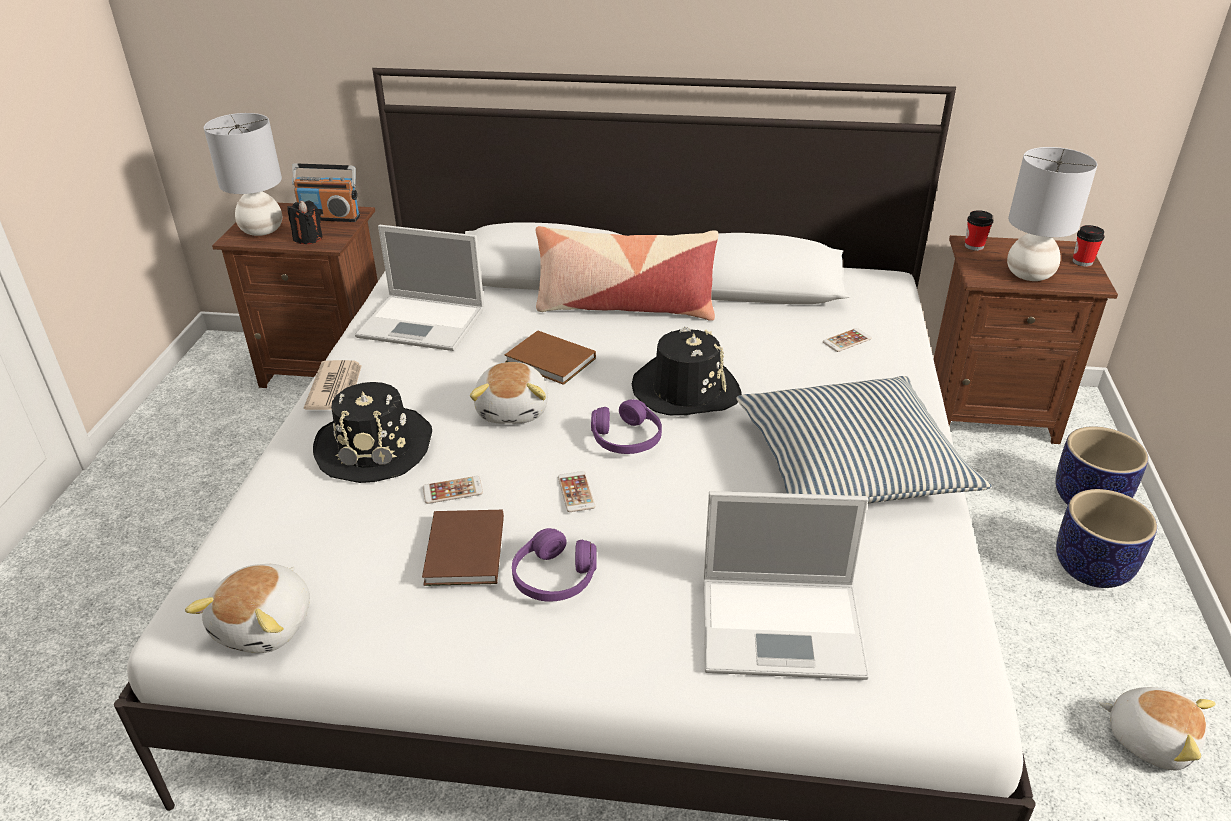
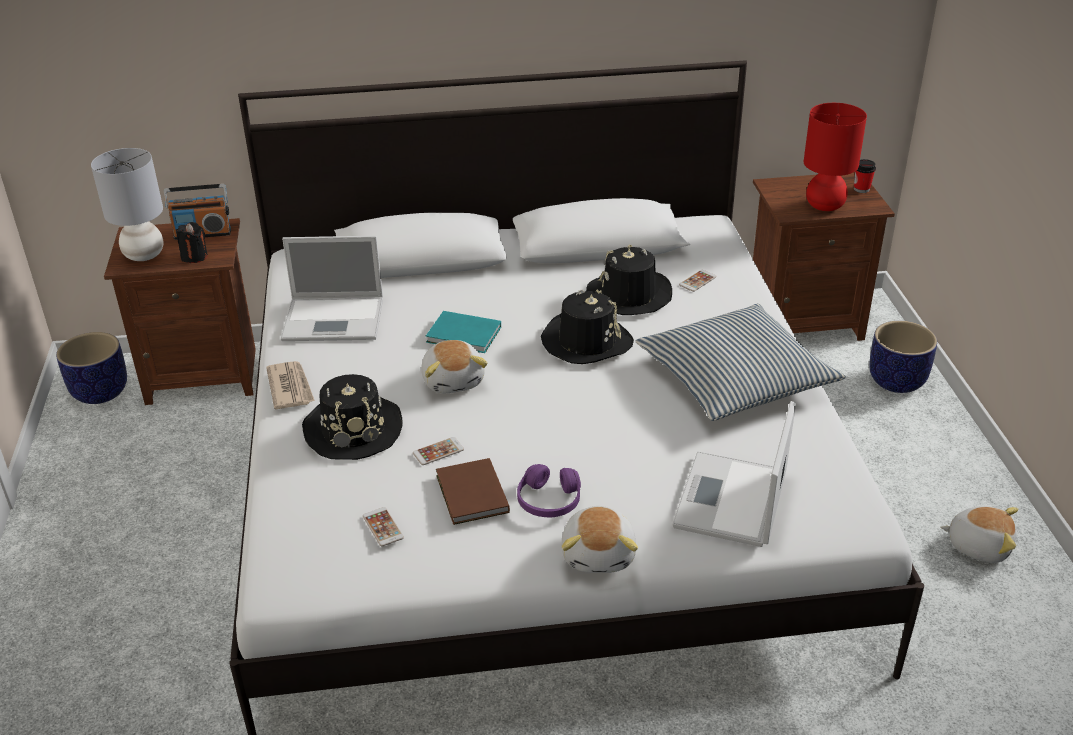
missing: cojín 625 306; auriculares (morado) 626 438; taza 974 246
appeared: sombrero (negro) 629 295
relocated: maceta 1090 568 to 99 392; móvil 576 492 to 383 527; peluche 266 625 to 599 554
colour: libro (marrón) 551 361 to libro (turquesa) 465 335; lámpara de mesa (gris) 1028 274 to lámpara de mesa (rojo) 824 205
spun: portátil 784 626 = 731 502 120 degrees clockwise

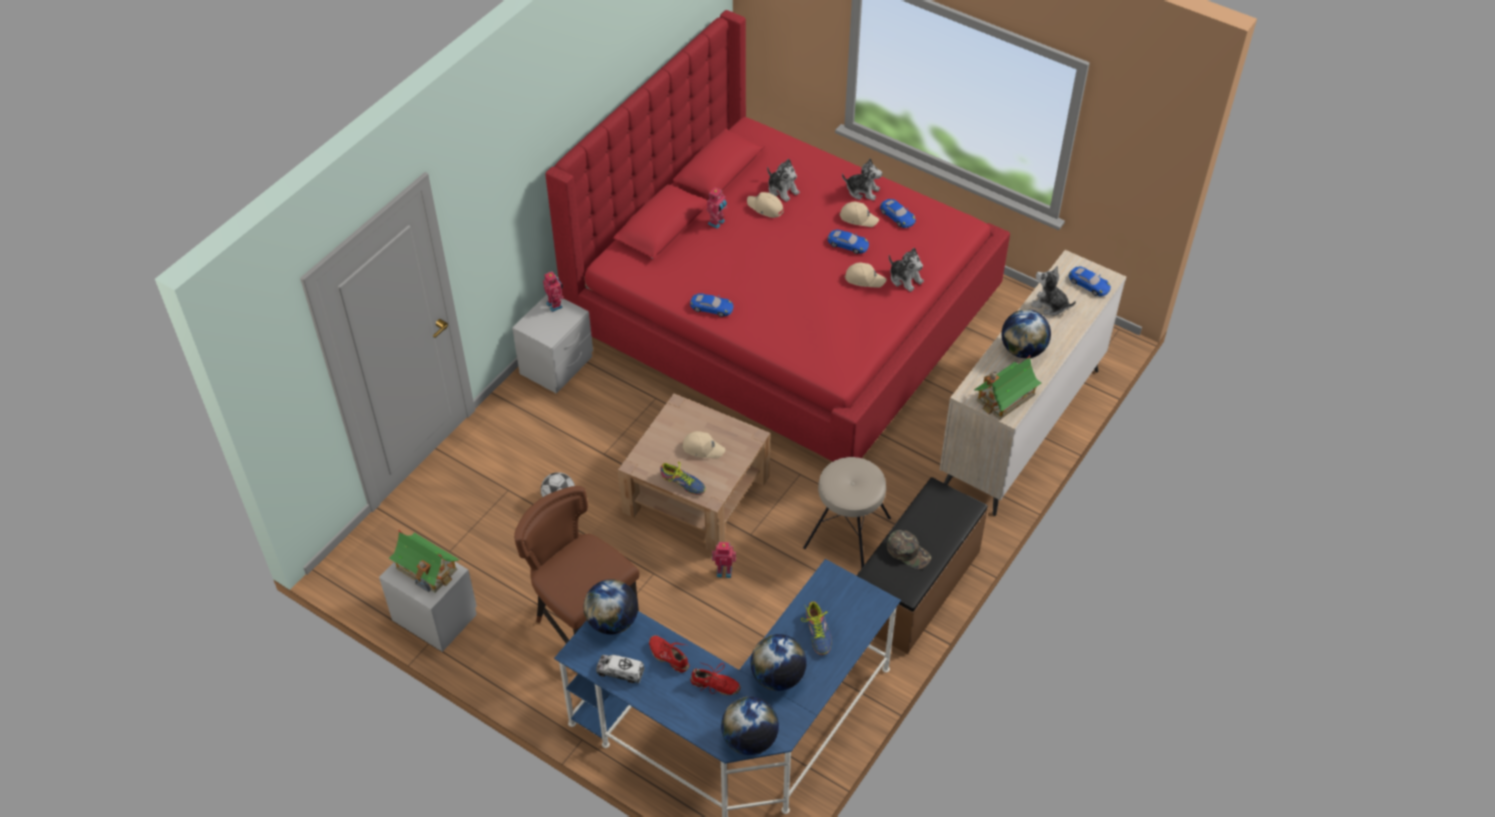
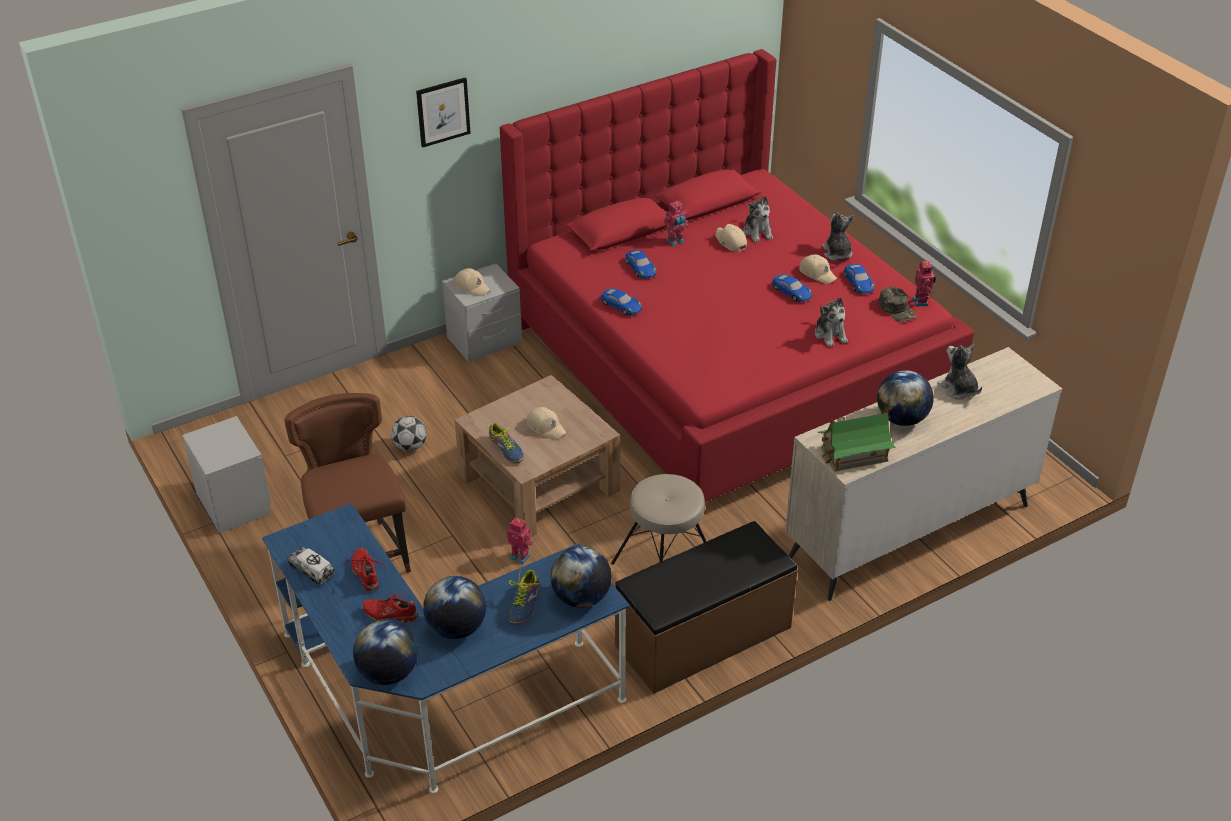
missing: casita 427 569
appeared: cuadro 443 111
relocated: gorra (beis) 864 279 to 472 286; globo terráqueo 612 621 to 581 598; coche de juguete (azul) 1089 284 to 640 267; gorra (verde) 908 552 to 897 309; robot de juguete 555 305 to 921 301
spun: zapato (rojo) 715 685 = 390 614 150 degrees clockwise; peluche 862 191 = 837 253 150 degrees counterclockwise

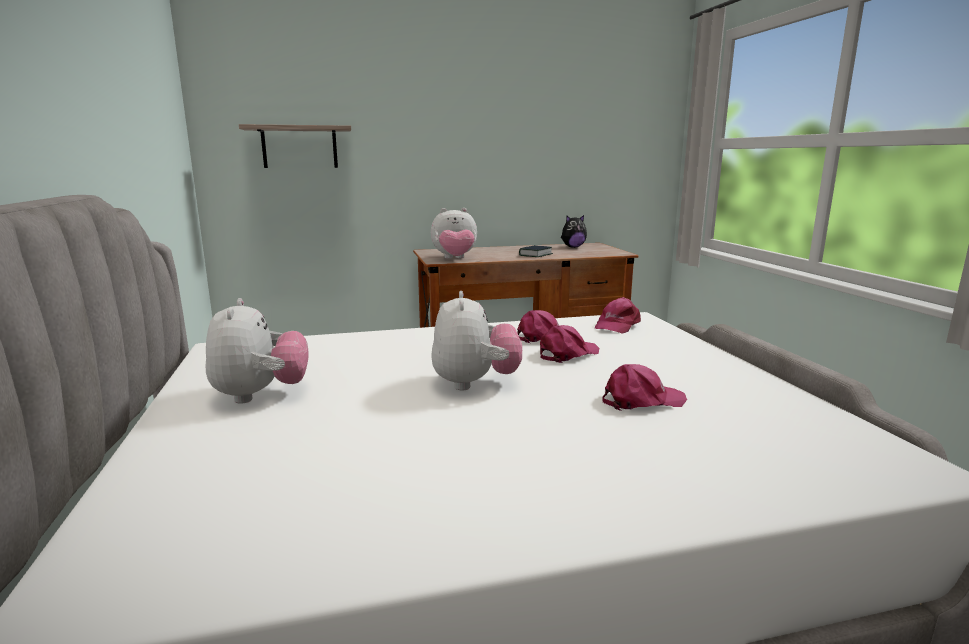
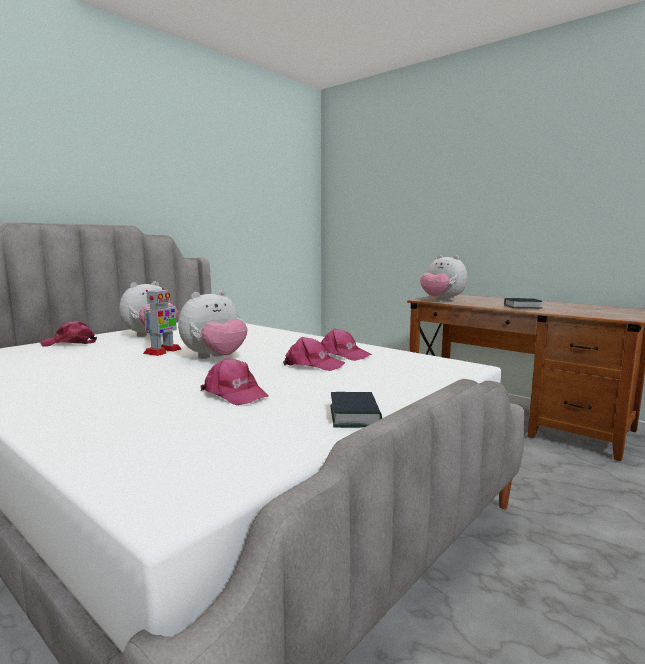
missing: estante 299 147; peluche 573 247
appeared: robot de juguete 162 351; libro 354 416
relocated: gorra (rosa) 617 325 to 70 343

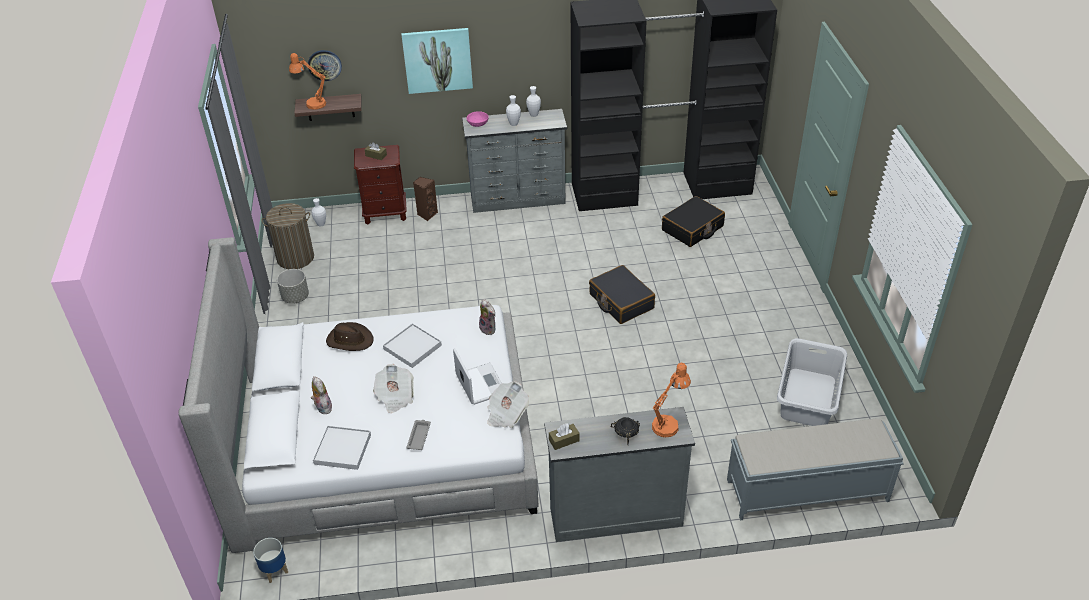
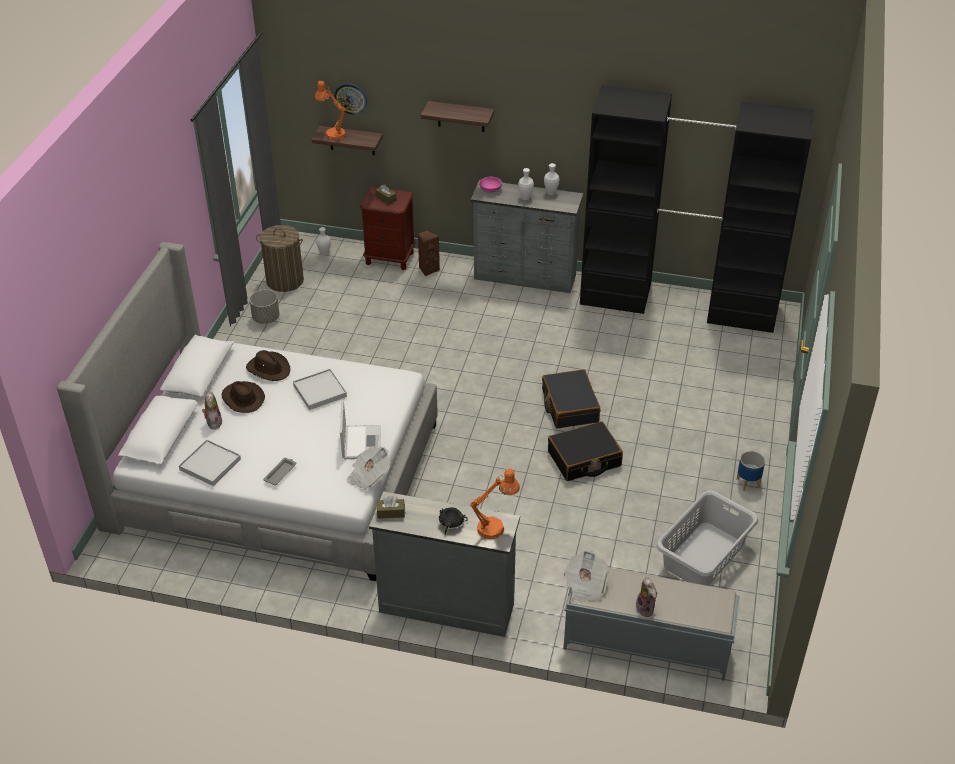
appeared: sombrero (marrón) 242 398
relocated: maleta (negro) 692 228 to 584 459; periódico 395 396 to 585 586; peluche 489 329 to 646 609; maceta 275 571 to 748 483
exchanged: cuadro 437 60 to estante 461 116

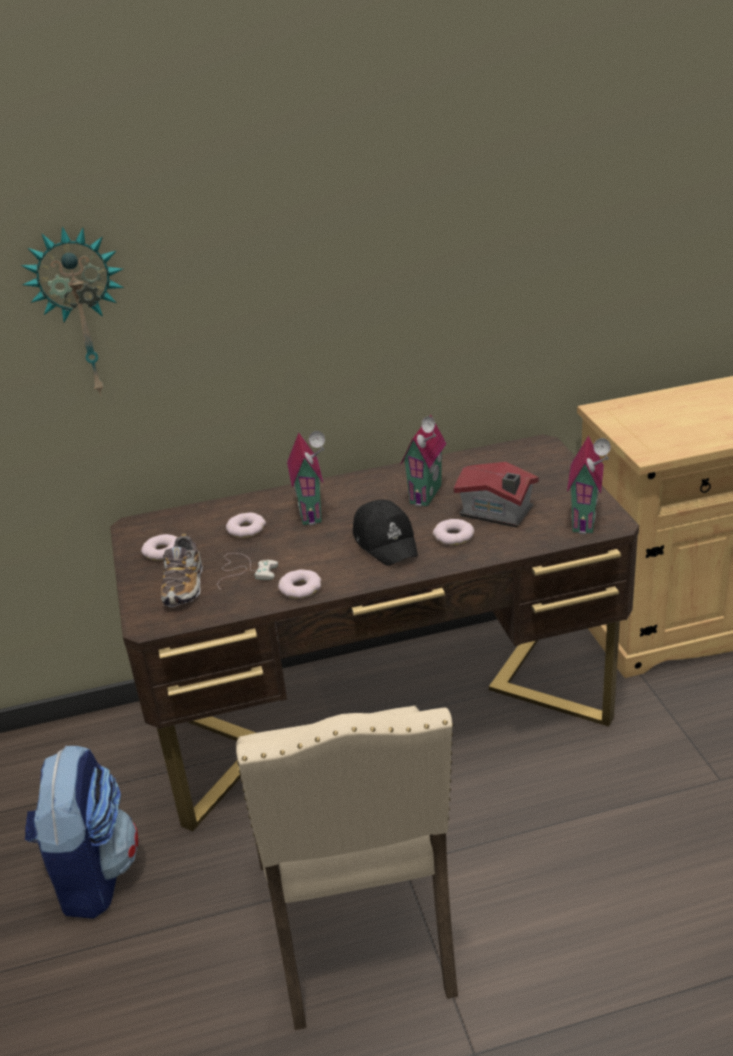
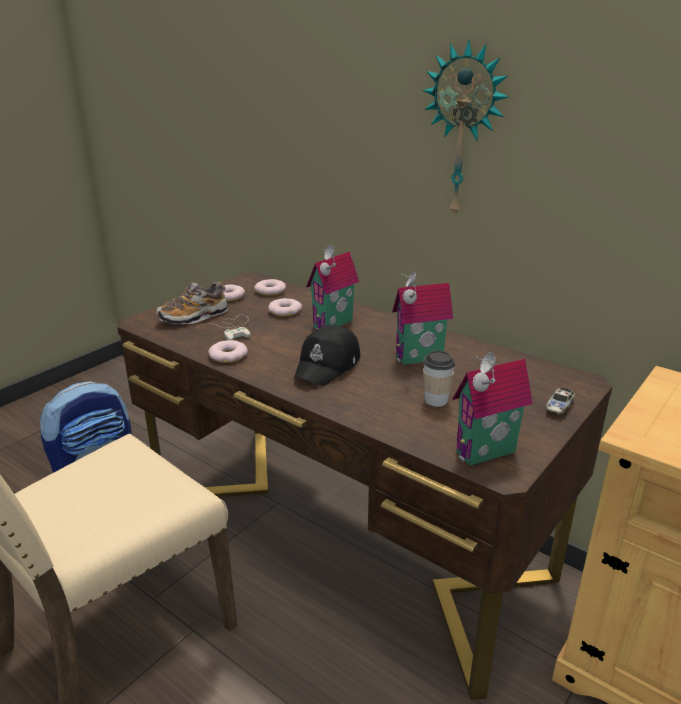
appeared: coche de juguete 559 406
relocated: rosquilla 453 536 to 270 291; reloj de pared 81 312 to 464 133
exchanged: casita 497 513 to taza 436 400

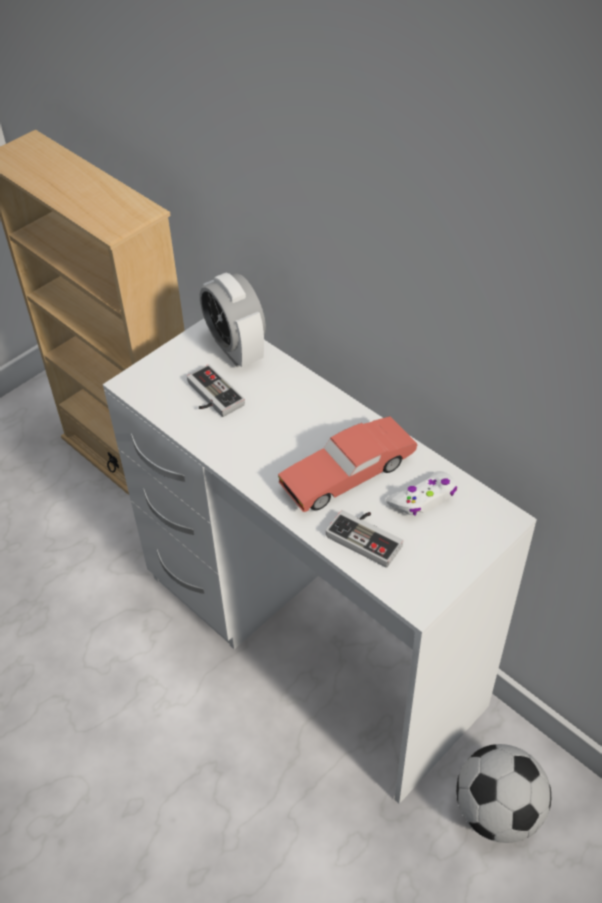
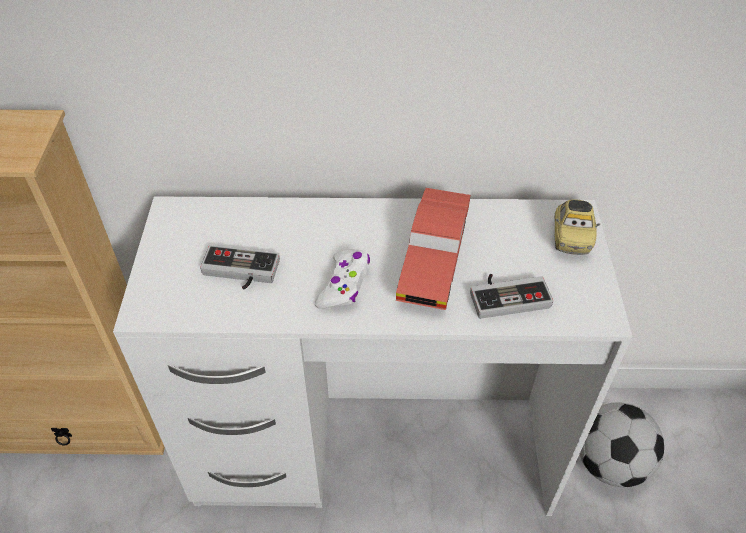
missing: despertador 236 349
appeared: coche de juguete 571 238
relocated: mando de consola (blanco) 423 499 to 344 284

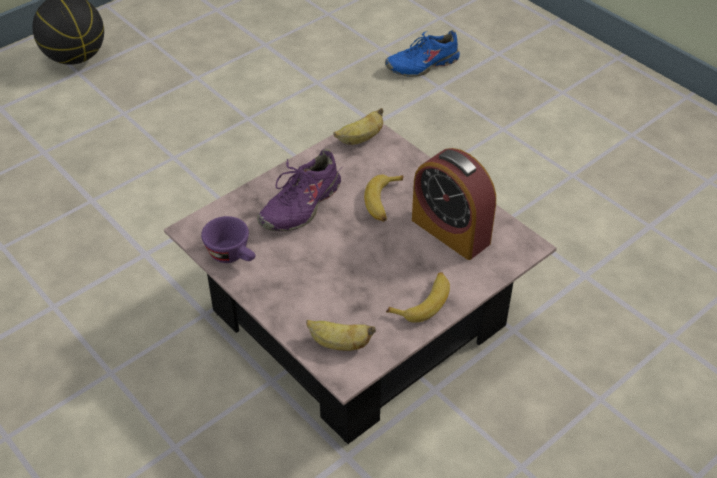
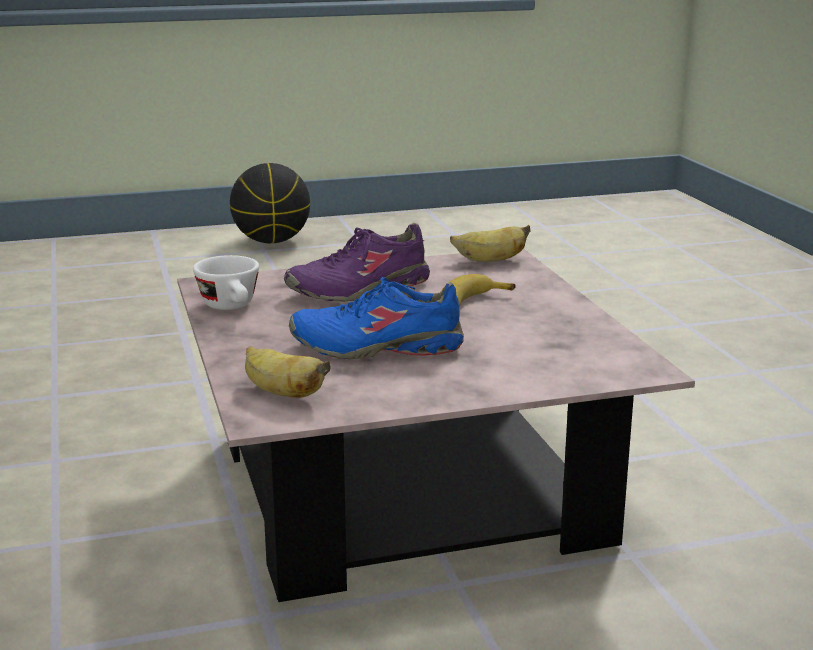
missing: plátano 423 301; despertador 450 231
relocated: zapato (azul) 422 64 to 377 347
colour: taza (morado) 233 256 to taza (blanco) 232 307

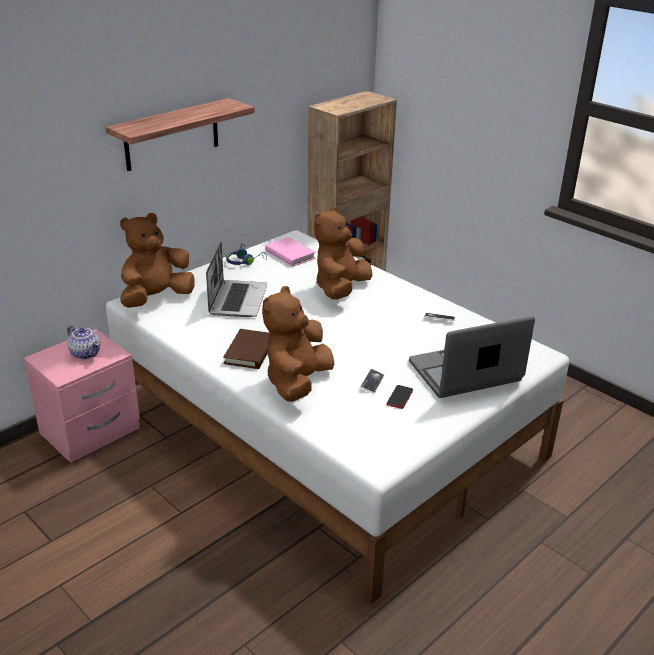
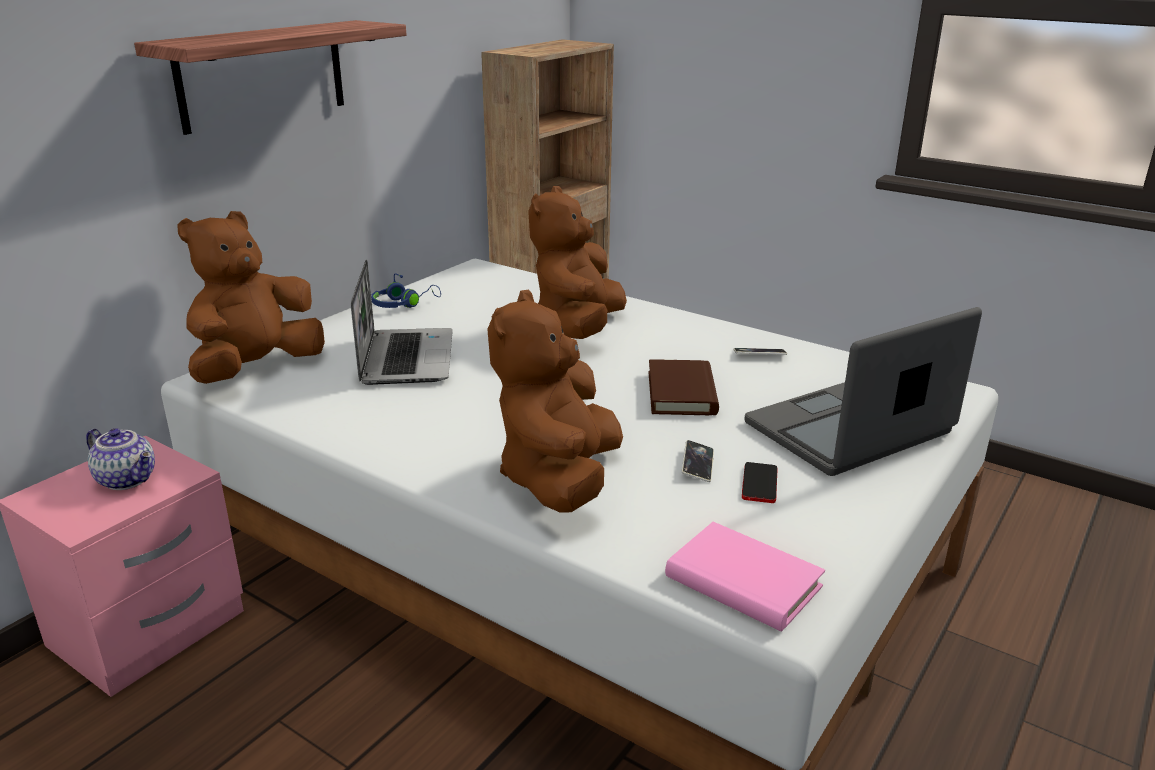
relocated: libro (marrón) 250 352 to 682 393; libro (rosa) 290 254 to 743 582

